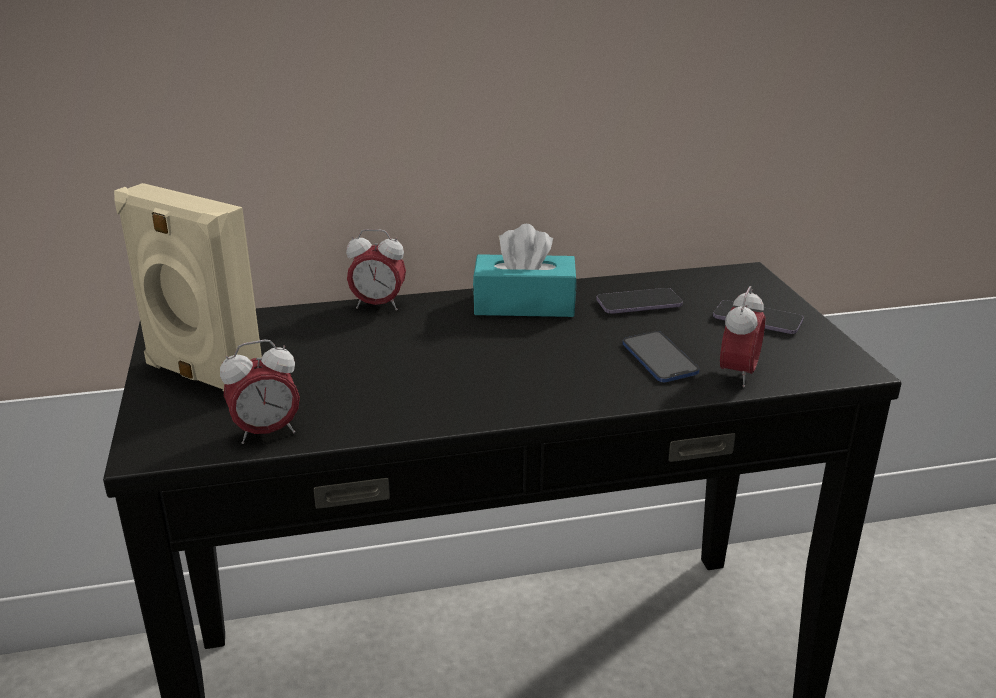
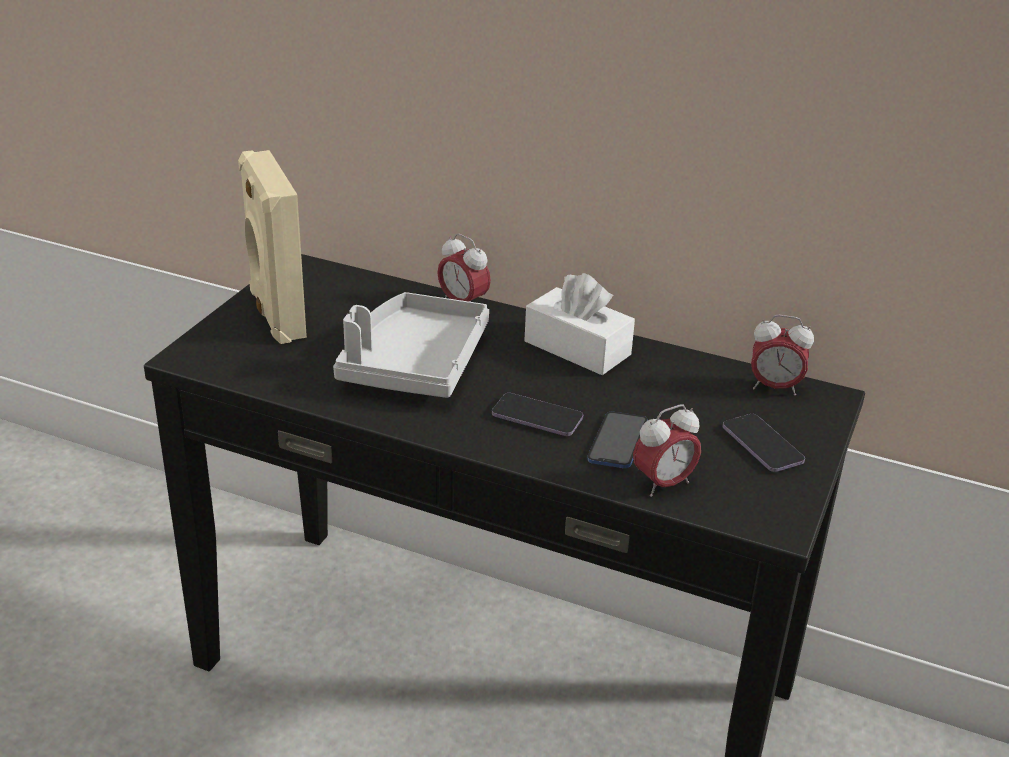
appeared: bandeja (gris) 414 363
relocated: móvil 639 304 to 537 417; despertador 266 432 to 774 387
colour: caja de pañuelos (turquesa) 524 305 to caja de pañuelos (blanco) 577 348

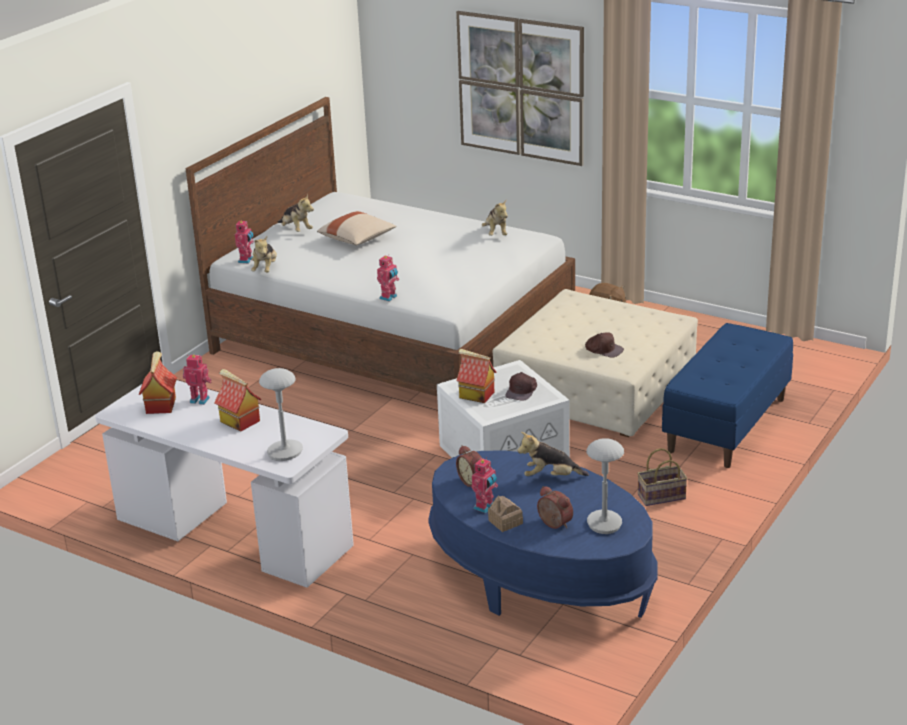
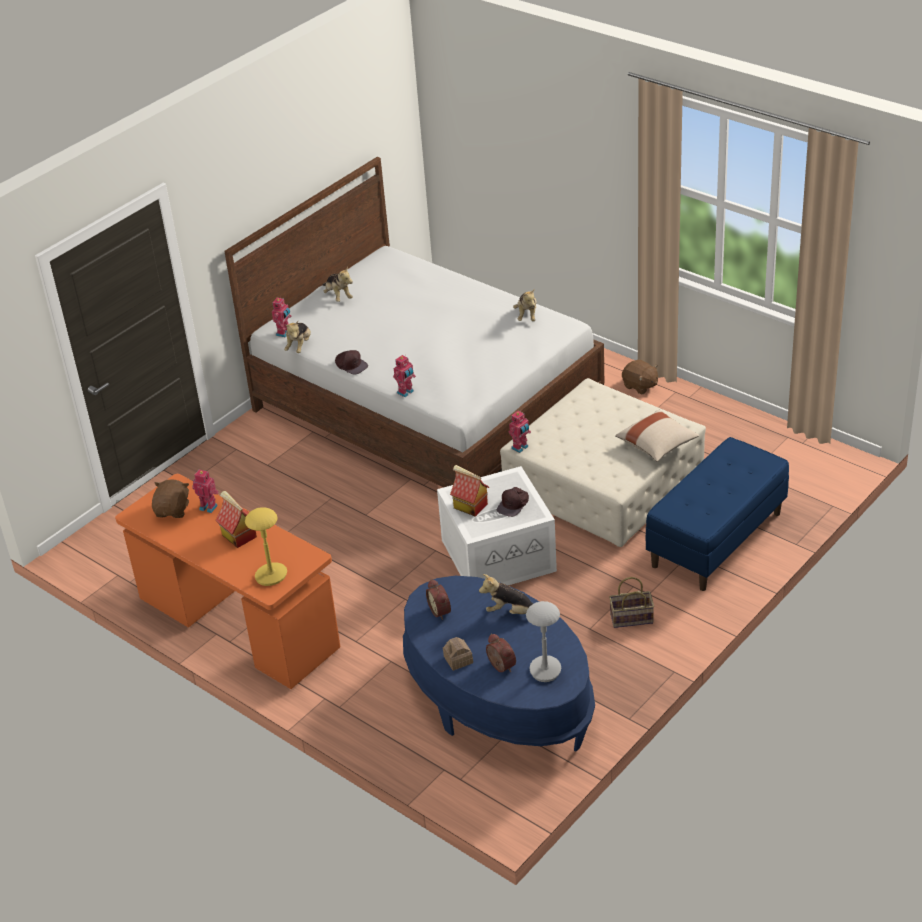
missing: cuadro 521 87
relocated: gorra (marrón) 604 349 to 351 365; robot de juguete 485 507 to 520 448; cojín (beis) 357 239 to 657 445
exchanged: casita 160 405 to peluche (marrón) 173 510
colour: escritorio (blanco) 233 535 to escritorio (naranja) 238 624; lámpara de mesa (gris) 285 452 to lámpara de mesa (amarillo) 271 575

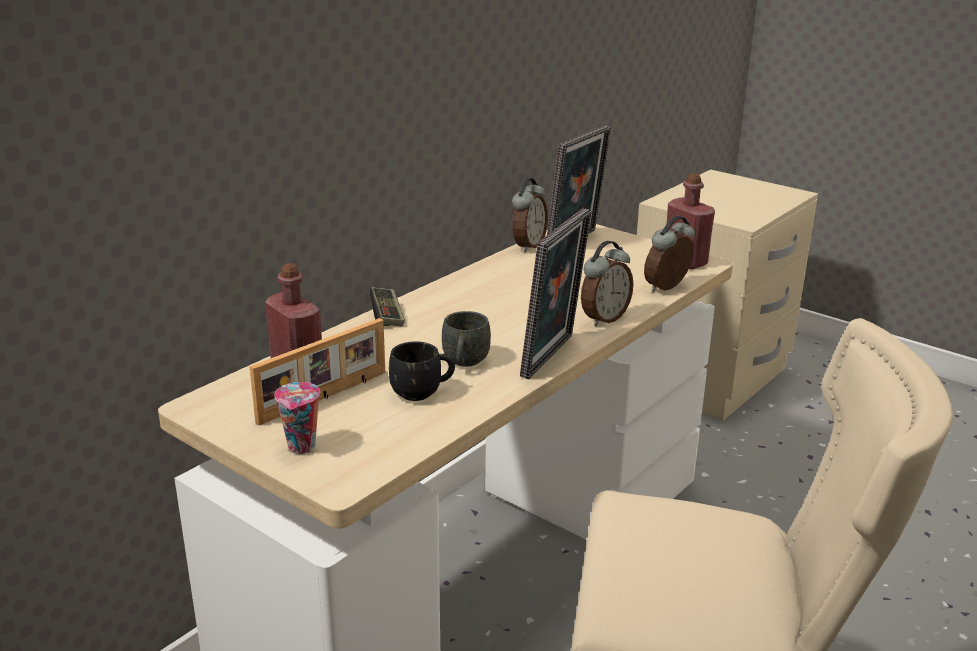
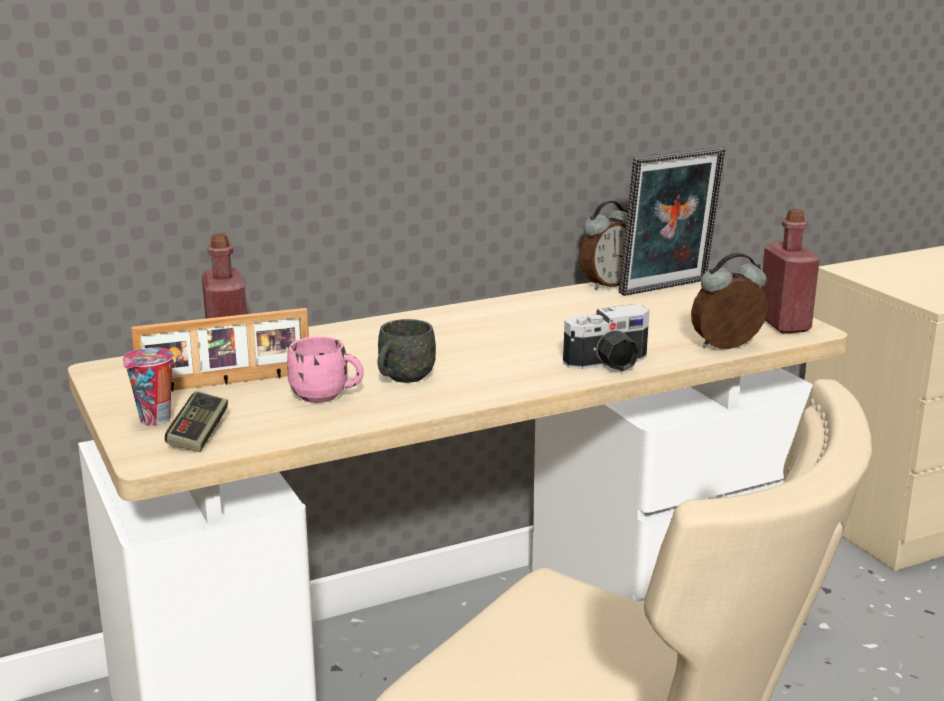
missing: portarretratos 553 357
relocated: mando de consola 387 316 to 199 434
exchanged: despertador 603 318 to cámara 610 364
colour: taza grande (negro) 422 392 to taza grande (rosa) 327 396

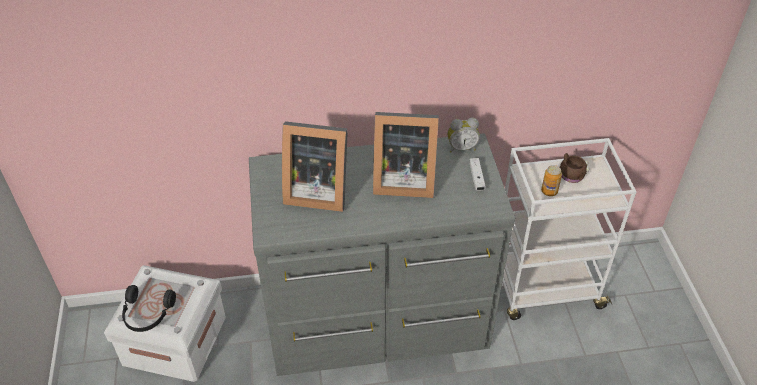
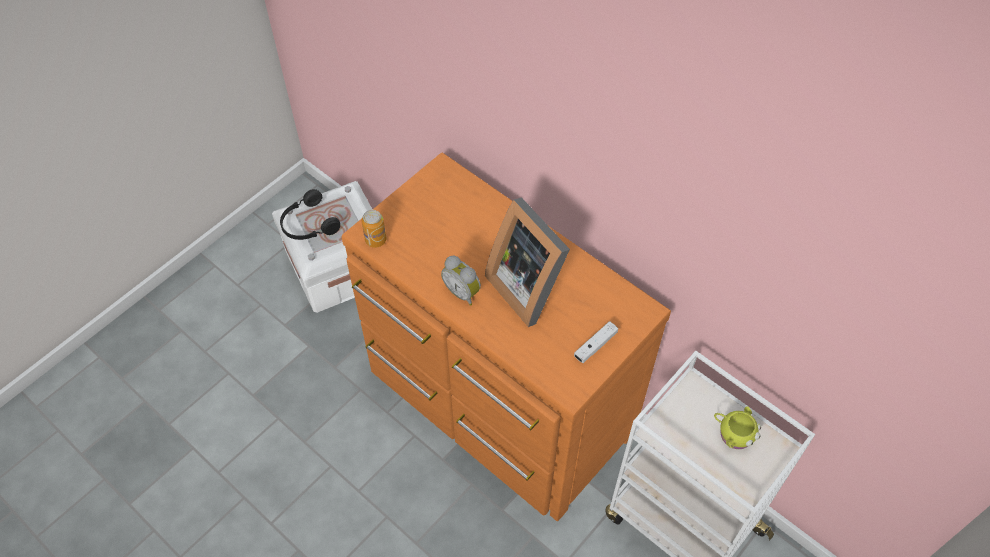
missing: portarretratos 316 191
relocated: lata 549 191 to 375 240; despertador 461 148 to 463 292
colour: cómoda (gris) 380 323 to cómoda (naranja) 497 405; taza grande (marrón) 569 176 to taza grande (amarillo) 733 433

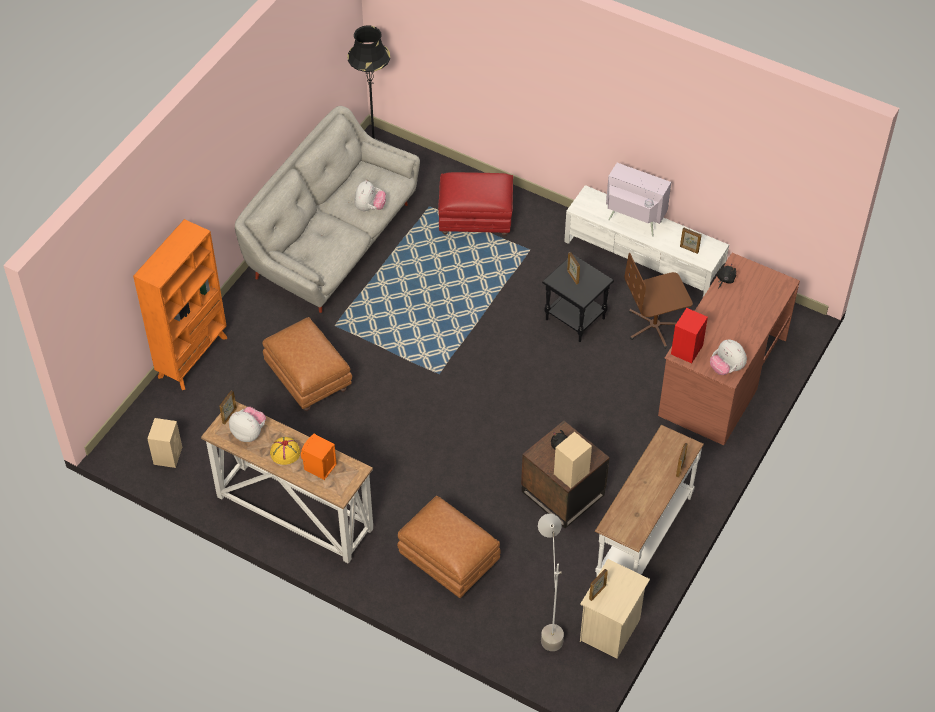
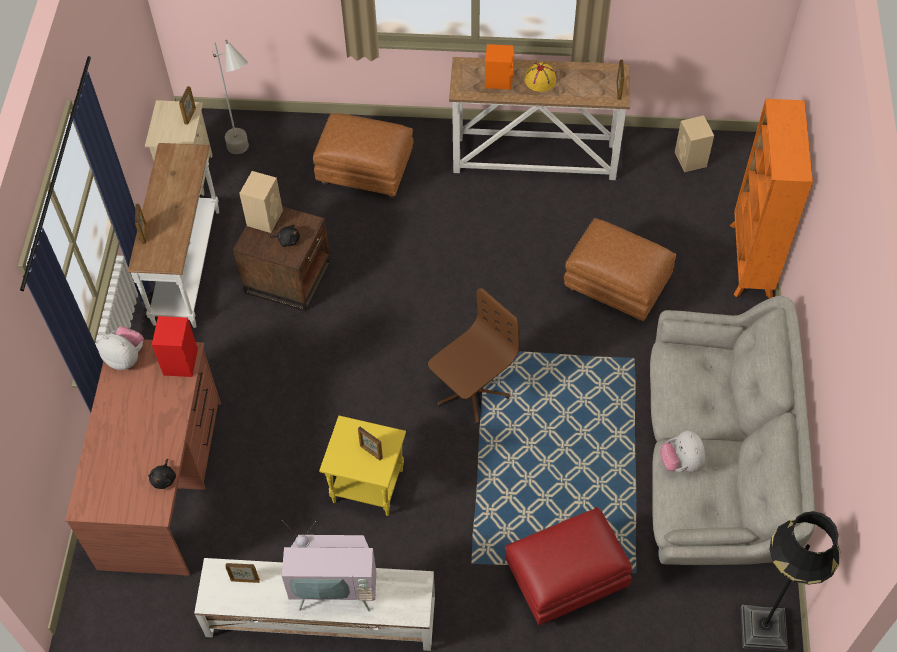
missing: peluche 249 433
relocated: silla de oficina (marrón) 655 326 to 471 391
colour: mesa auxiliar (negro) 574 319 to mesa auxiliar (amarillo) 369 485

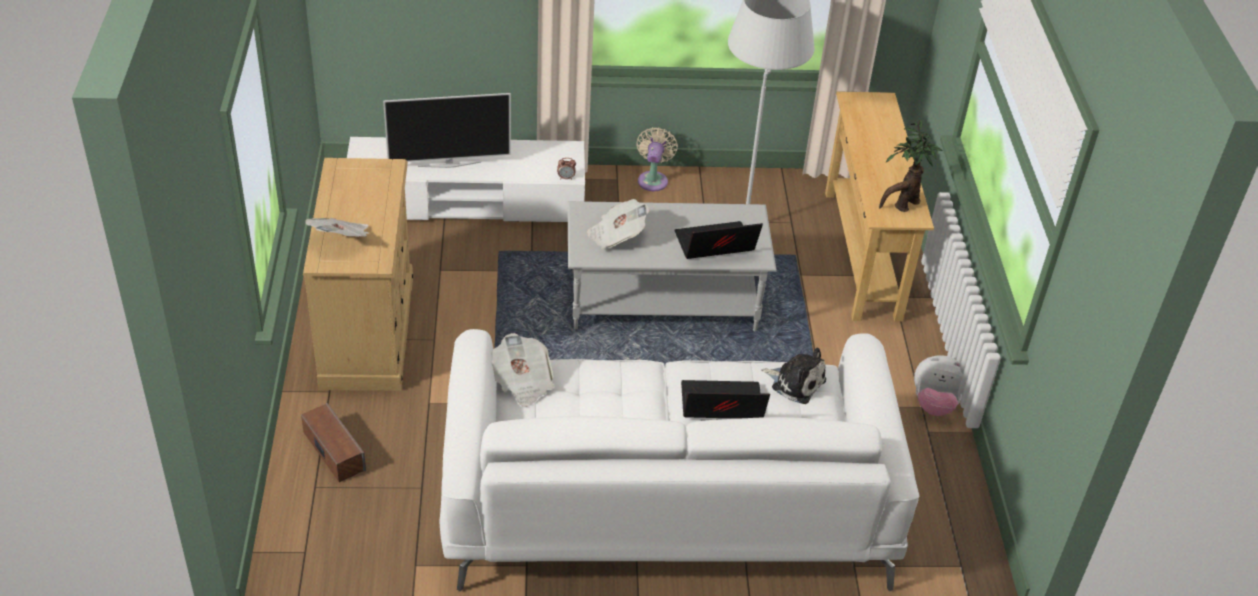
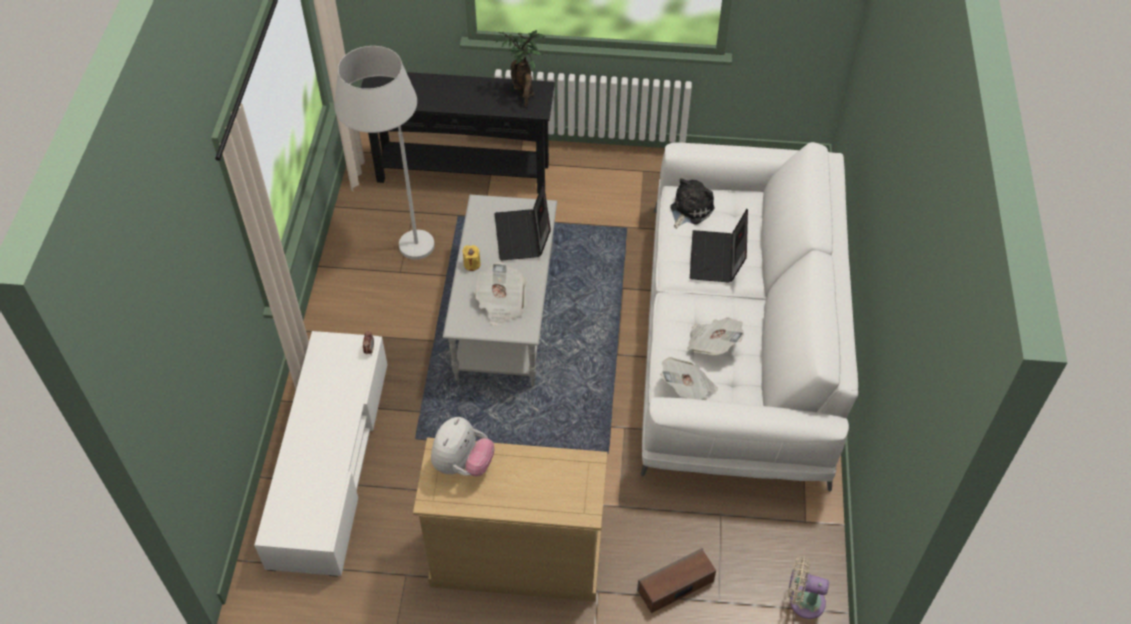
missing: televisor 449 163
appeared: vela (amarillo) 472 264
relocated: peluche 934 404 to 462 464; periódico 341 239 to 712 344; ventilador (beis) 653 179 to 803 601
colour: mesa consola (beis) 863 254 to mesa consola (negro) 463 172

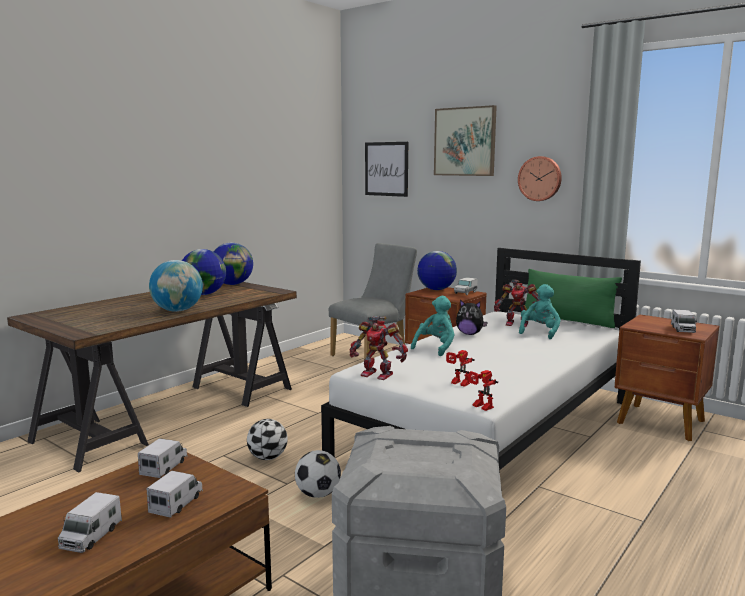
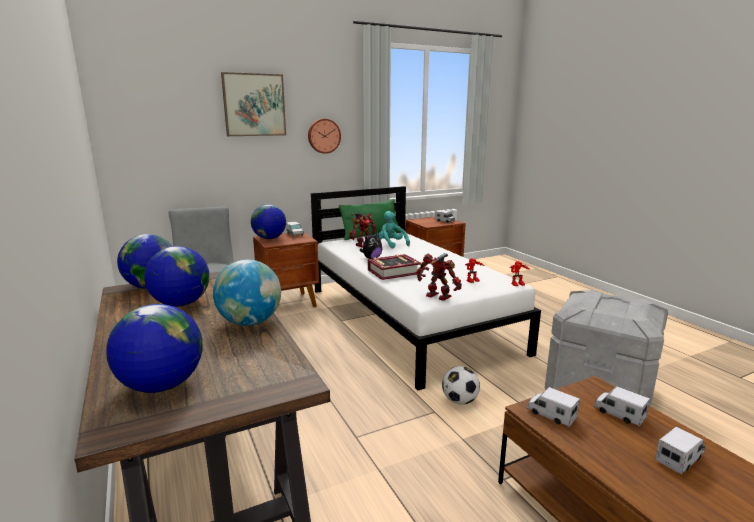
missing: balón de fútbol 268 457; cuadro 386 169
appeared: globo terráqueo 161 385
exchanged: peluche (turquesa) 436 347 to libro 393 271
spun: robot de juguete 378 374 = 437 297 105 degrees counterclockwise; camión de juguete 91 536 = 679 459 75 degrees counterclockwise

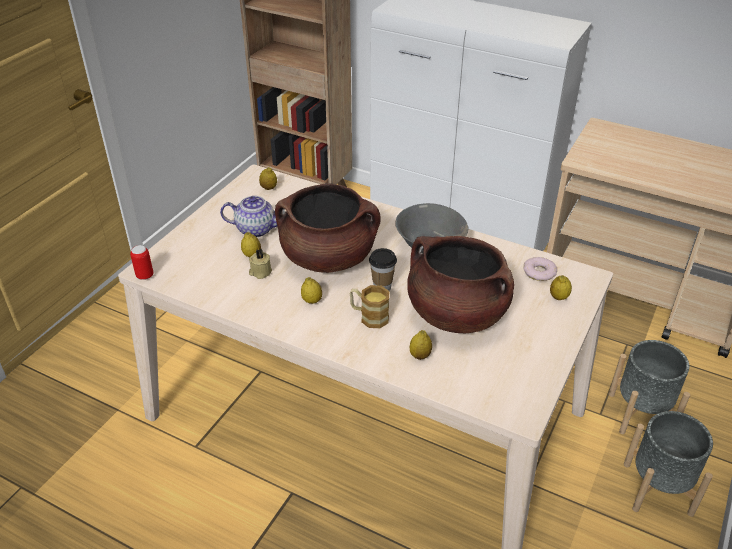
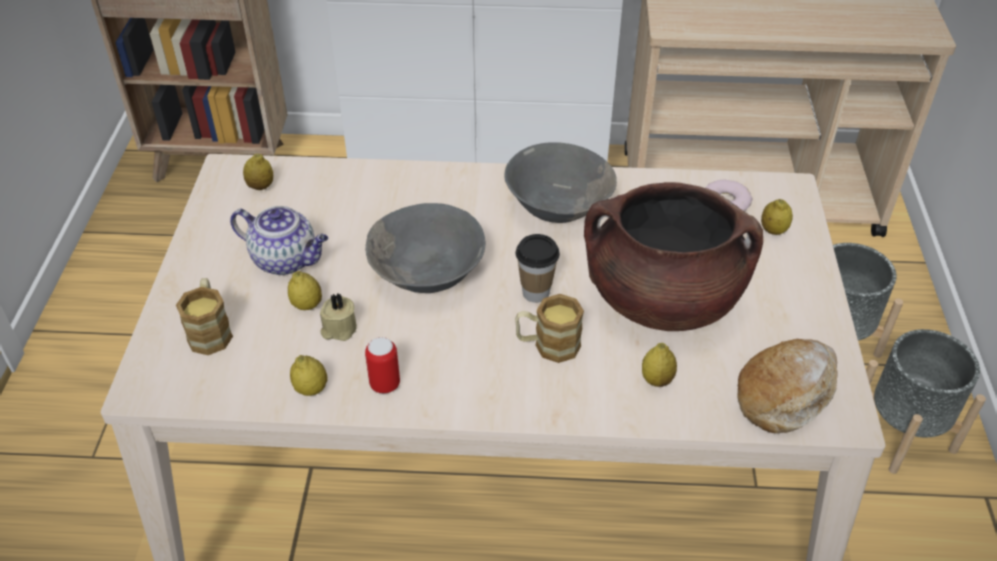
appeared: taza grande 210 330; pan 786 393
relocated: limón 312 301 to 311 389; lata 145 276 to 385 384
exchanged: olla (marrón) 329 257 to cuenco (gris) 428 271
spun: tetera 257 229 = 286 260 45 degrees clockwise

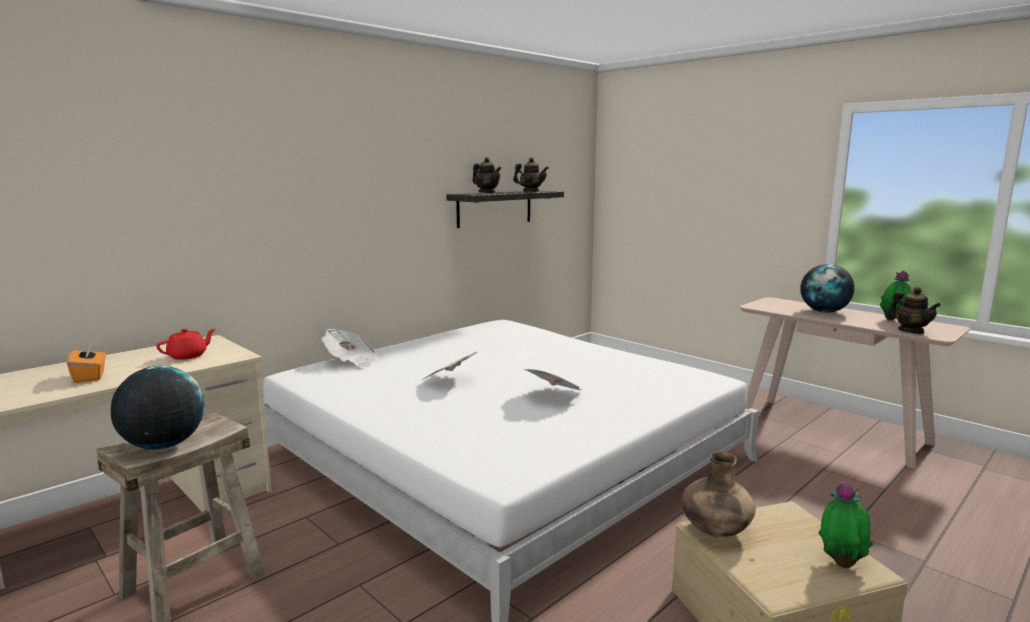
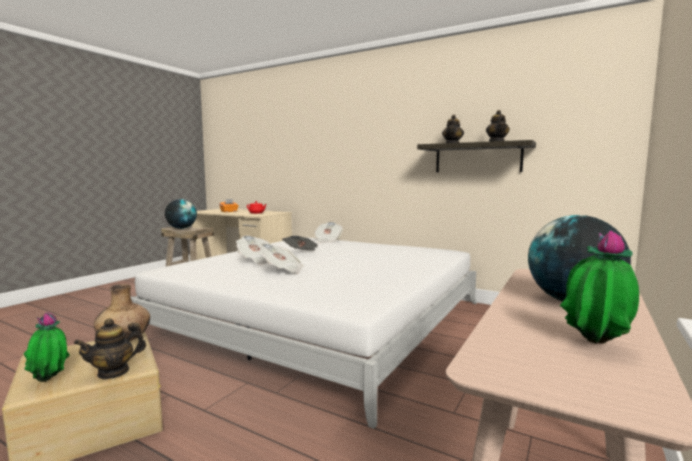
appeared: periódico 256 260
relocated: tetera 911 331 to 113 372

